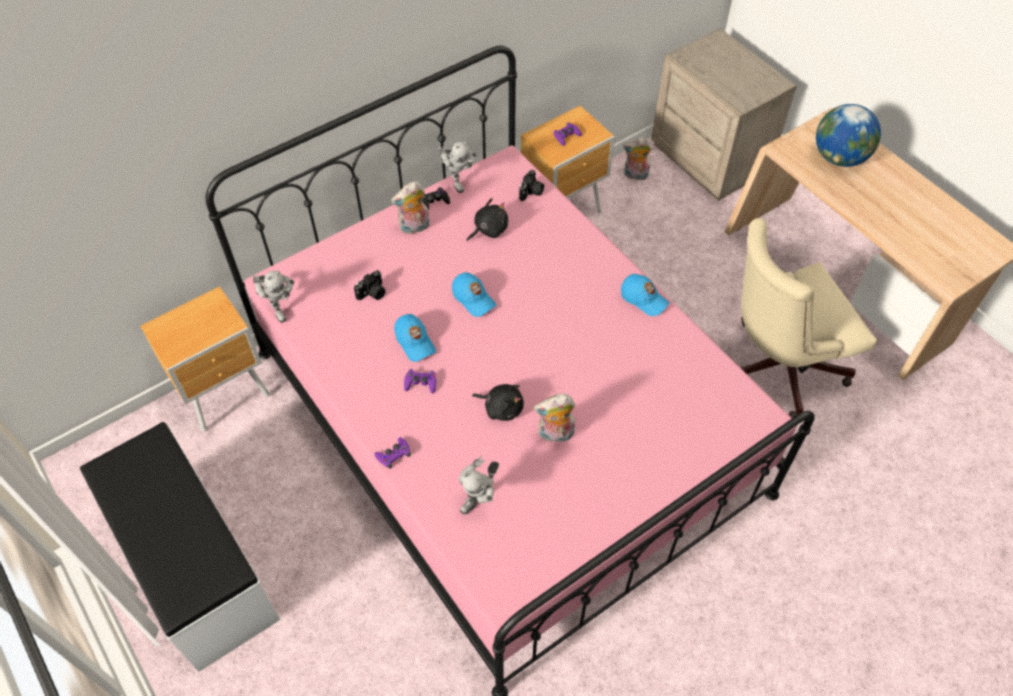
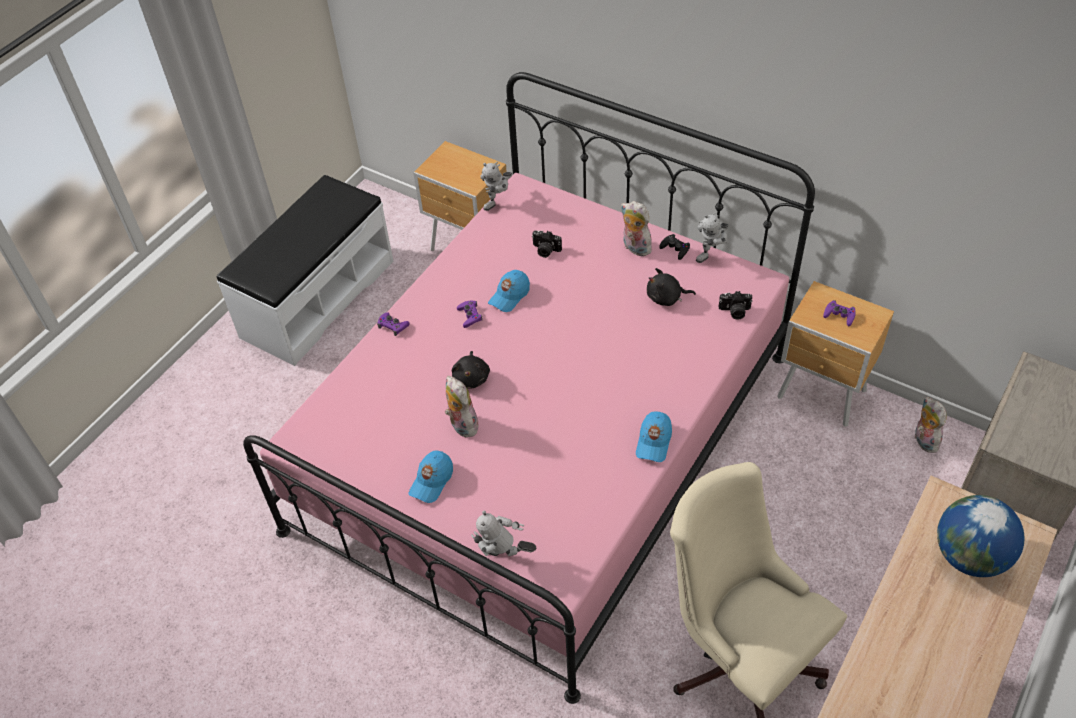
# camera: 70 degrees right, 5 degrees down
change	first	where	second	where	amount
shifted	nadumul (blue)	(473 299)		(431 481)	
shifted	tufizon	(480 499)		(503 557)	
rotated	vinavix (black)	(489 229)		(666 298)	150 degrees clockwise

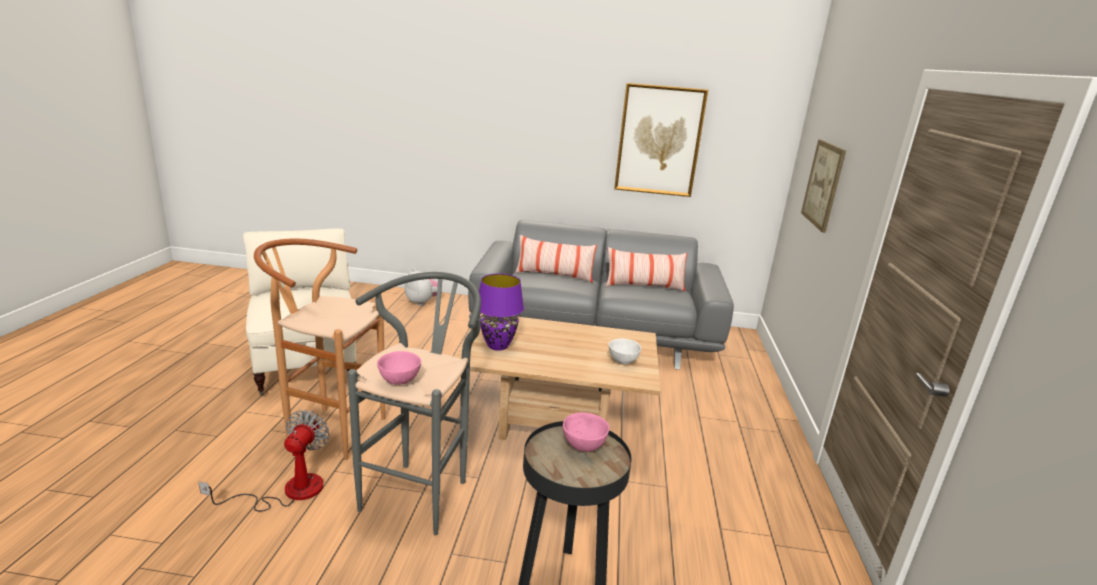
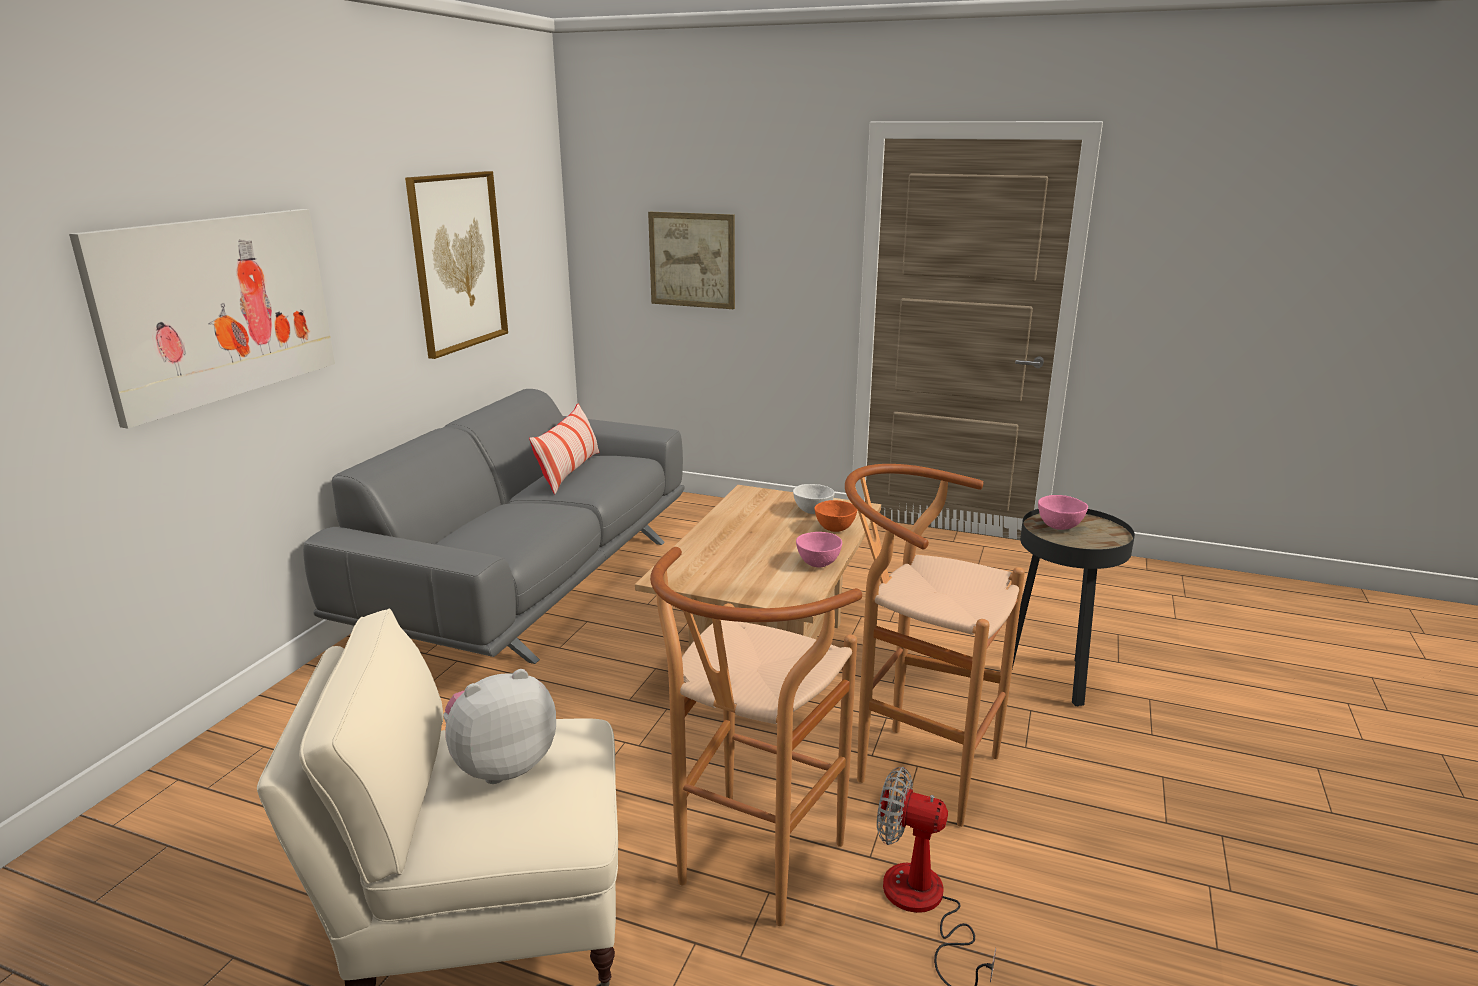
# camera: 75 degrees left, 0 degrees up
change	first	where	second	where	amount
repainted	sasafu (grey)	(421 490)	sasafu (brown)	(913 766)	
shifted	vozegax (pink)	(400 381)		(818 563)	
shifted	vinavix	(422 302)		(502 765)	
gone	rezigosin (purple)	(498 346)			
gone	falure	(554 275)			
new			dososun	(218 308)	
new			vozegax (orange)	(834 529)	

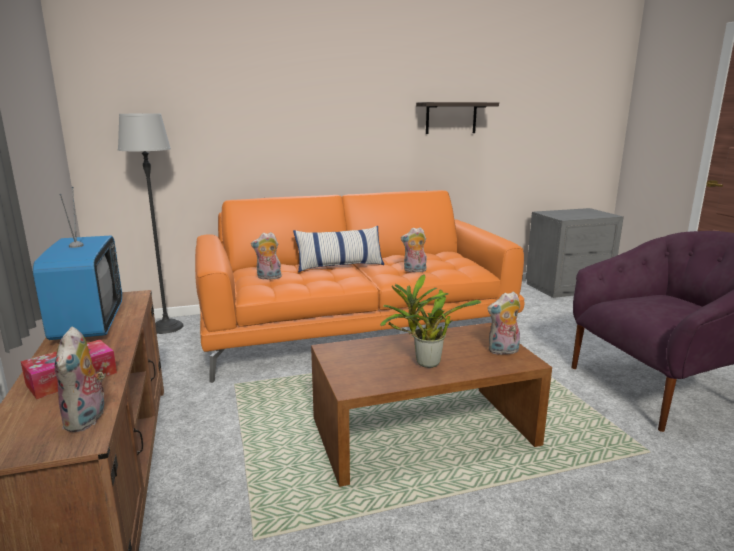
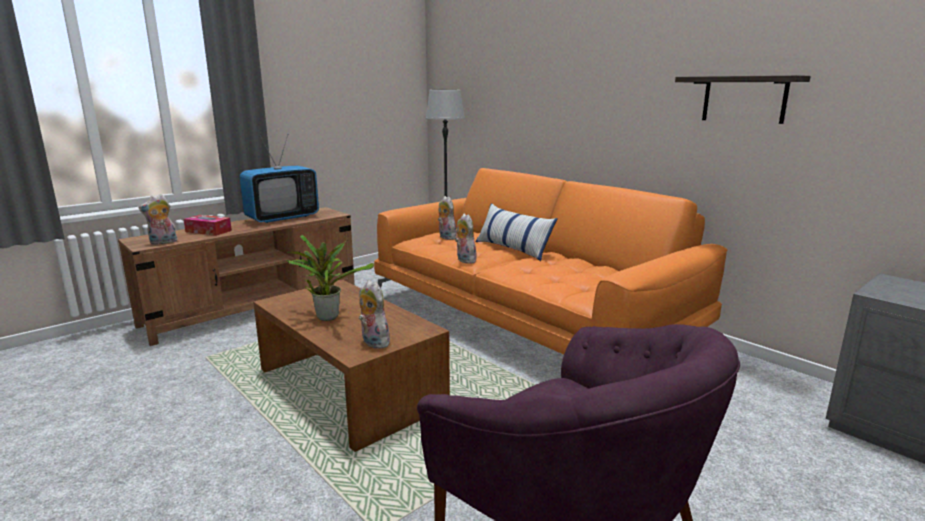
# camera: 65 degrees right, 0 degrees up
change	first	where	second	where	amount
shifted	vinavix	(414 271)		(464 260)	

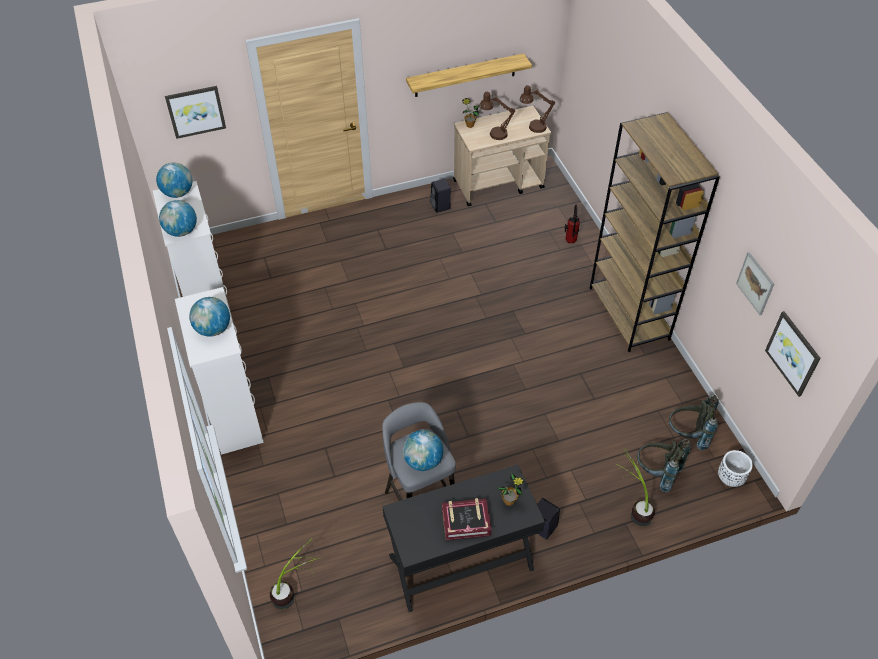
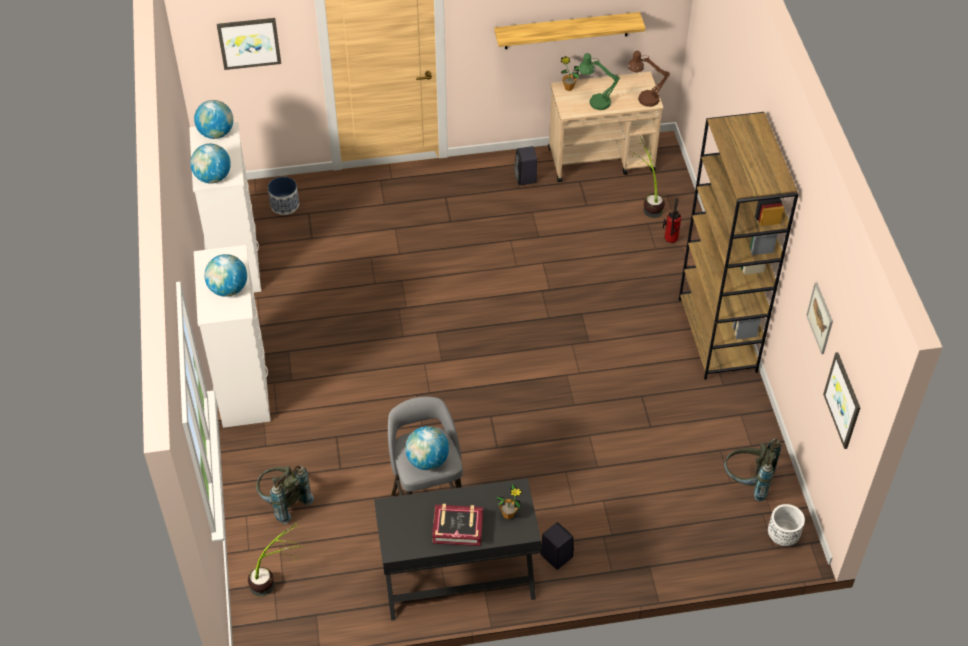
# camera: 10 degrees right, 0 degrees up
change	first	where	second	where	amount
repainted	rezigosin (brown)	(494 134)	rezigosin (green)	(595 102)	
shifted	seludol	(632 506)		(647 202)	
shifted	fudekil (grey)	(656 473)		(283 502)	
new			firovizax	(284 205)	

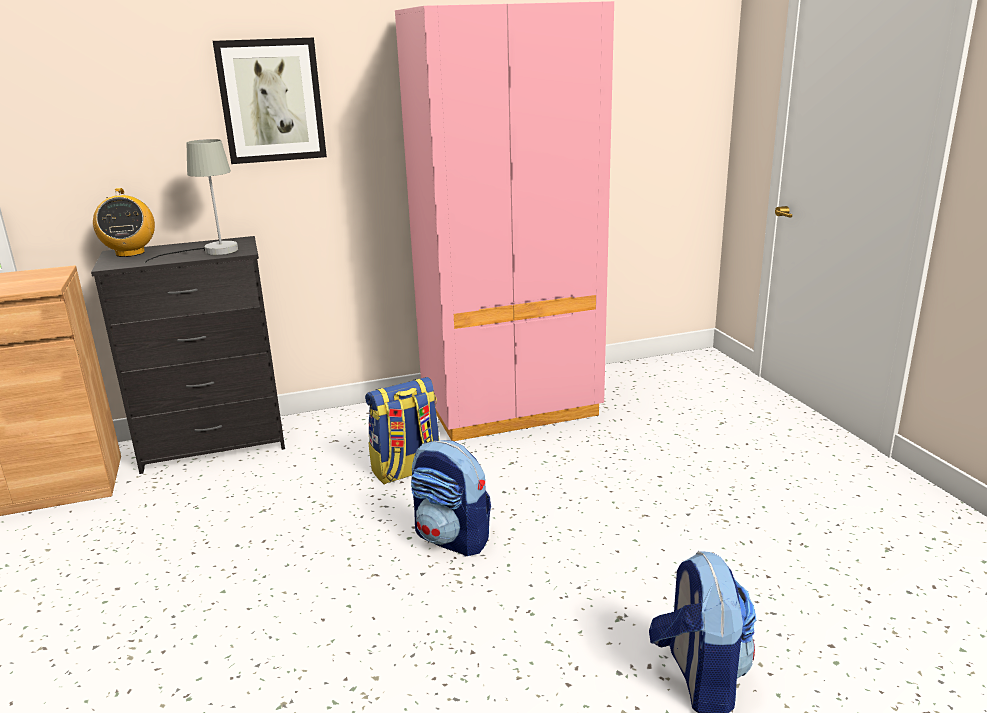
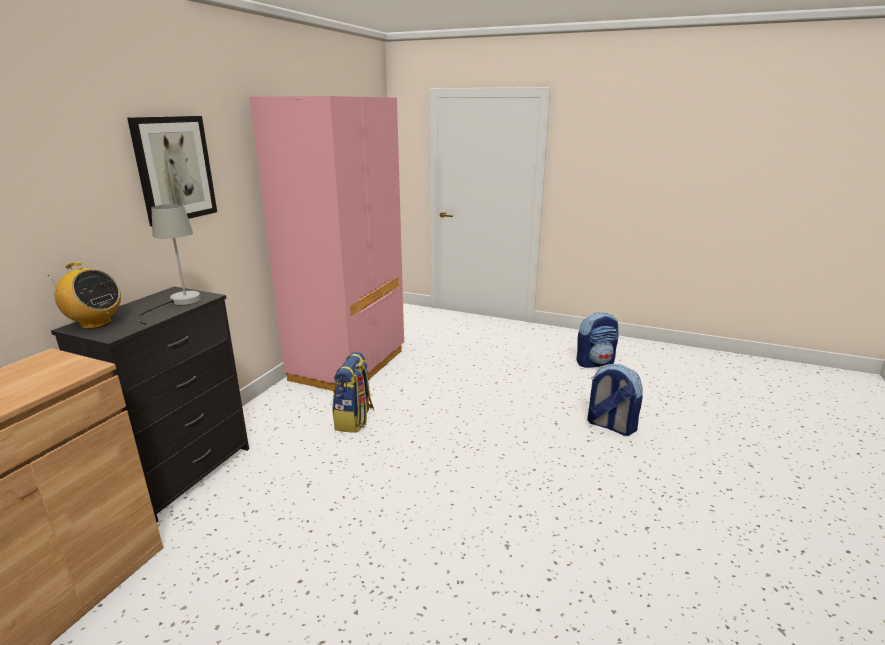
# camera: 50 degrees left, 0 degrees up
change	first	where	second	where	amount
shifted	fudekil	(452 539)		(595 362)	

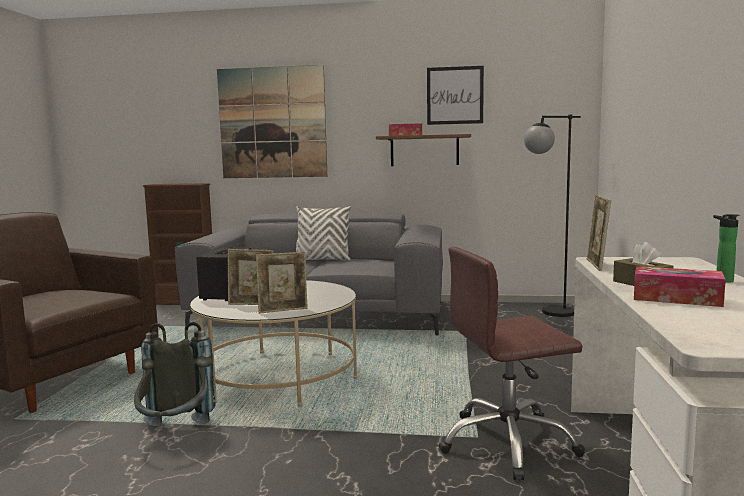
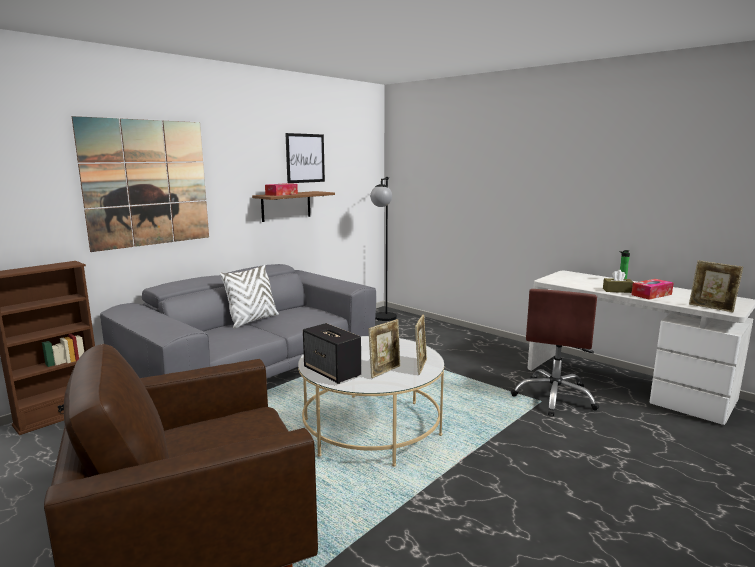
# camera: 55 degrees left, 5 degrees up
change	first	where	second	where	amount
gone	fudekil (grey)	(176 434)			
shifted	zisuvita	(596 265)		(711 308)	

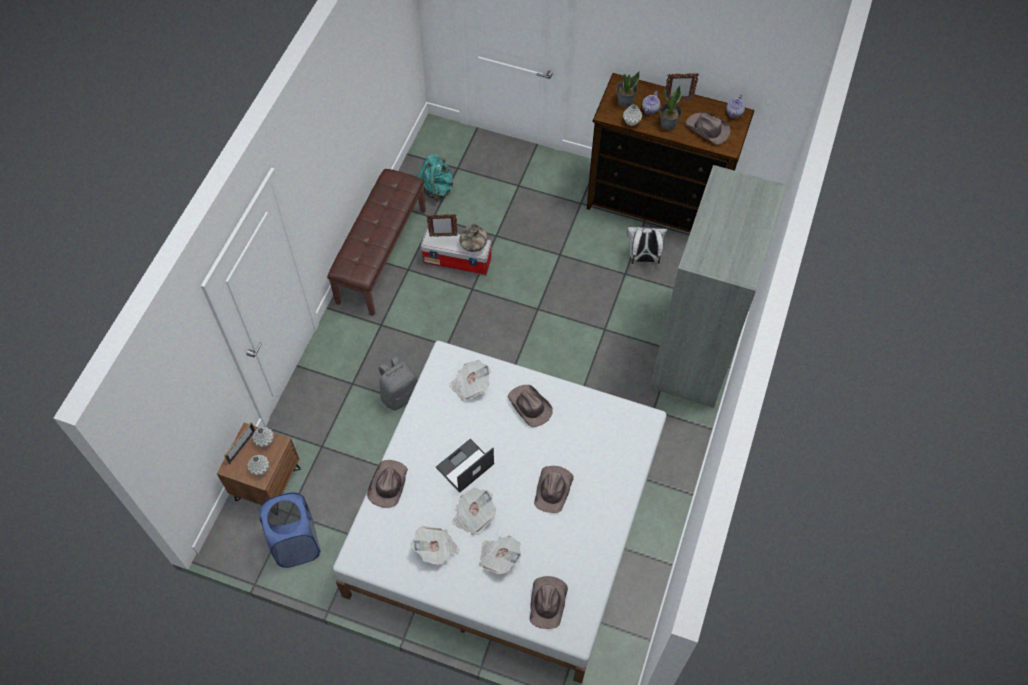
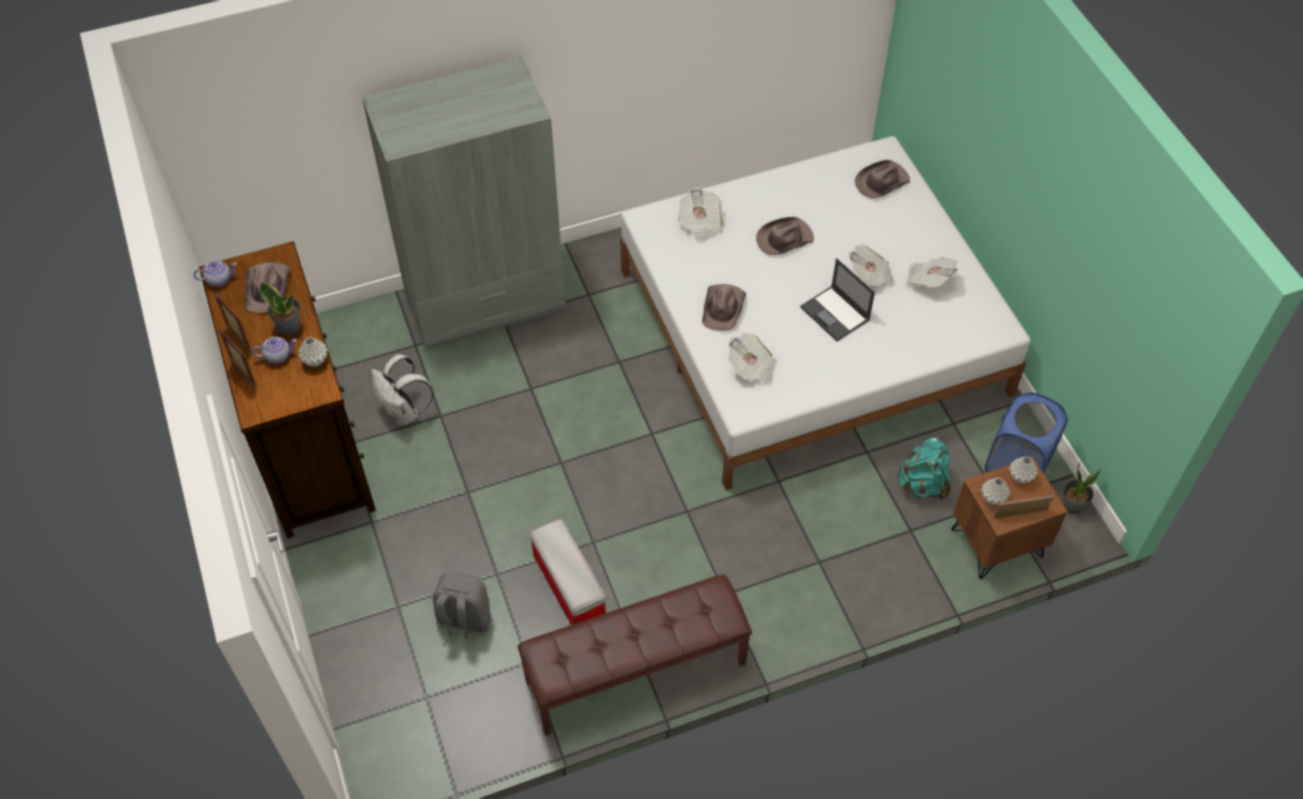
# camera: 130 degrees left, 5 degrees down
change	first	where	second	where	amount
gone	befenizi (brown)	(388 484)			
shifted	fudekil (grey)	(400 395)		(463 622)	
shifted	fudekil (turquoise)	(437 188)		(923 484)	
shifted	zisuvita	(443 236)		(244 376)	
rotated	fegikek	(464 466)		(835 314)	45 degrees clockwise
gone	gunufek	(474 246)			
shifted	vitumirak	(499 557)		(700 224)	
shifted	seludol	(625 101)		(1072 505)	

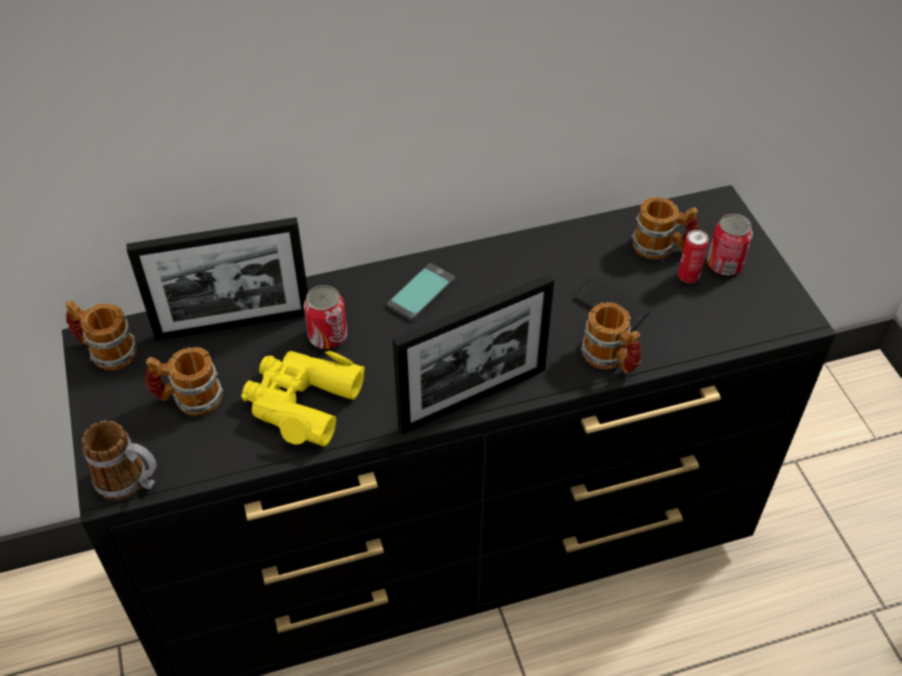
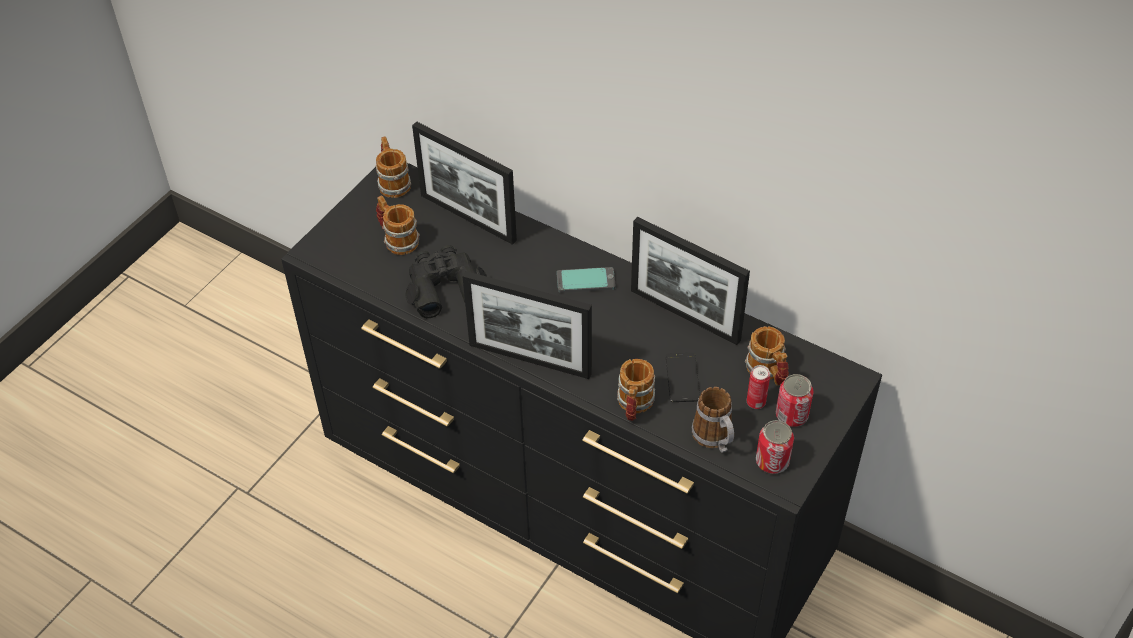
# camera: 50 degrees right, 0 degrees up
change	first	where	second	where	amount
shifted	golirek	(131 482)		(715 439)	
repainted	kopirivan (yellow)	(301 402)	kopirivan (black)	(444 286)	
shifted	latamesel	(328 336)		(772 461)	
new			zisuvita	(685 315)	

